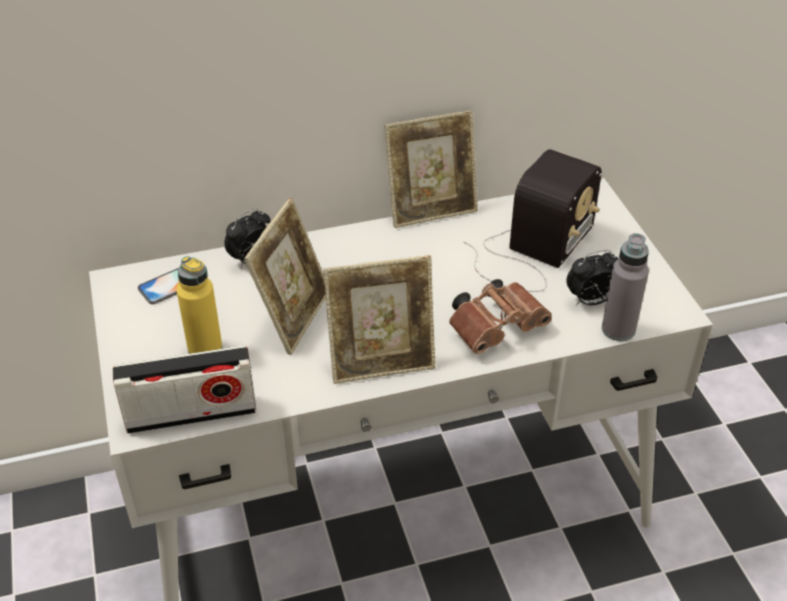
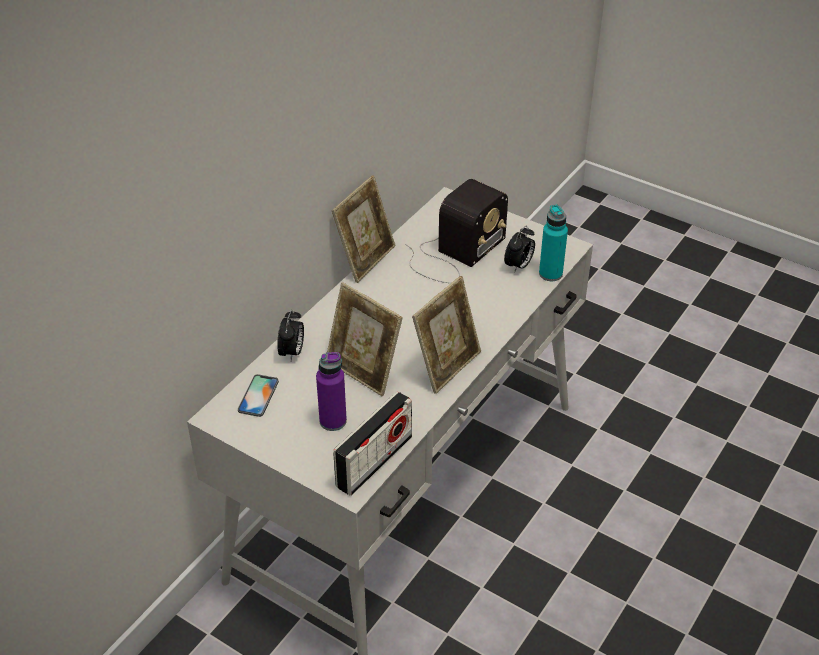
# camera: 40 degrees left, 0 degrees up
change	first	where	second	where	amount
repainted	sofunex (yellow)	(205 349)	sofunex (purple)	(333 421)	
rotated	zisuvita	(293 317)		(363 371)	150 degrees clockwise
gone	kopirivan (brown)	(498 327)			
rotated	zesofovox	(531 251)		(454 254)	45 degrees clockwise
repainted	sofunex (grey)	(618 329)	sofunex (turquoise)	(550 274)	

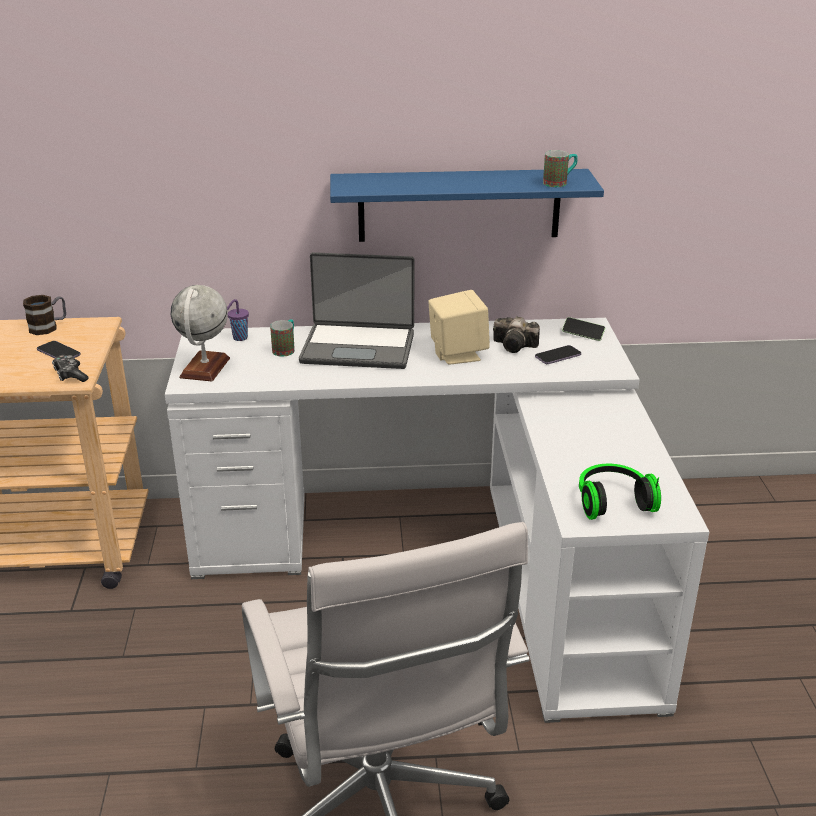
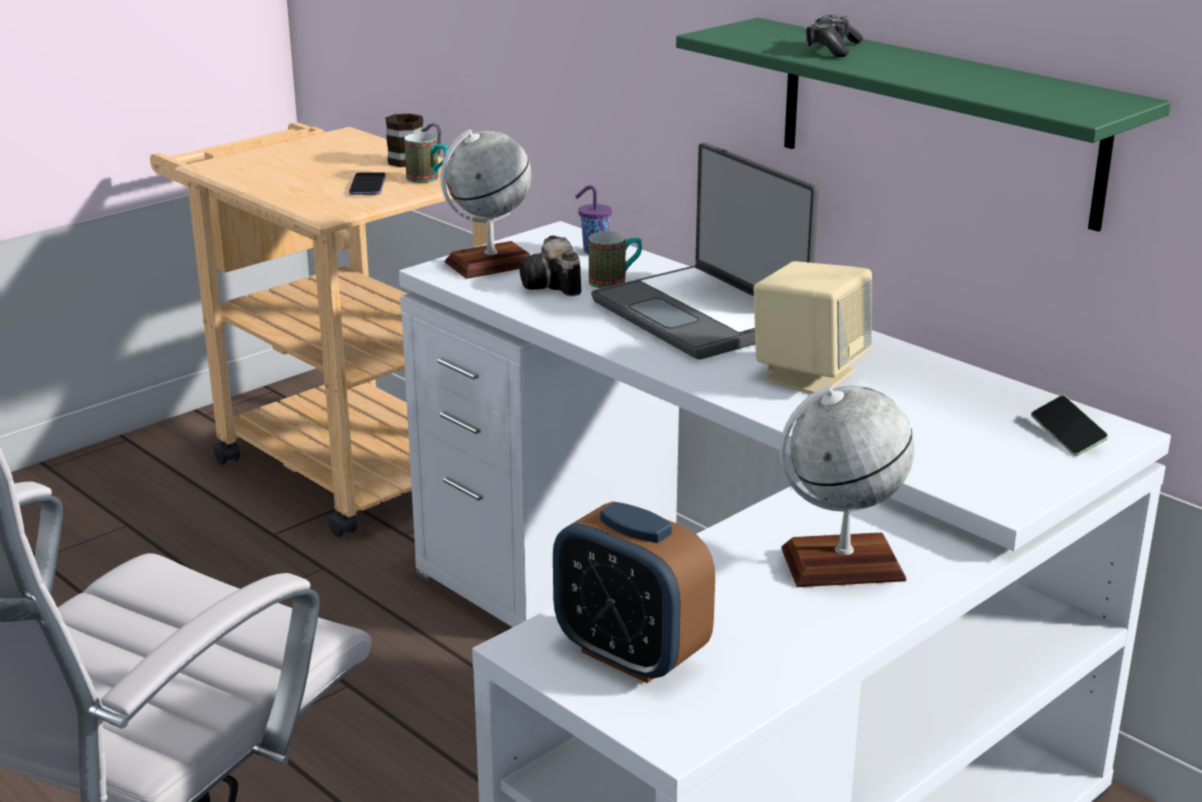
# camera: 50 degrees right, 5 degrees down
change	first	where	second	where	amount
shifted	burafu	(70 375)		(832 48)	
repainted	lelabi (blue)	(459 205)	lelabi (green)	(937 121)	
shifted	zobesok	(516 346)		(553 286)	
gone	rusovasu	(558 356)			
shifted	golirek	(559 183)		(429 179)	
swapped	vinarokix	(612 502)	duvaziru	(631 655)	
new			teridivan	(842 564)	

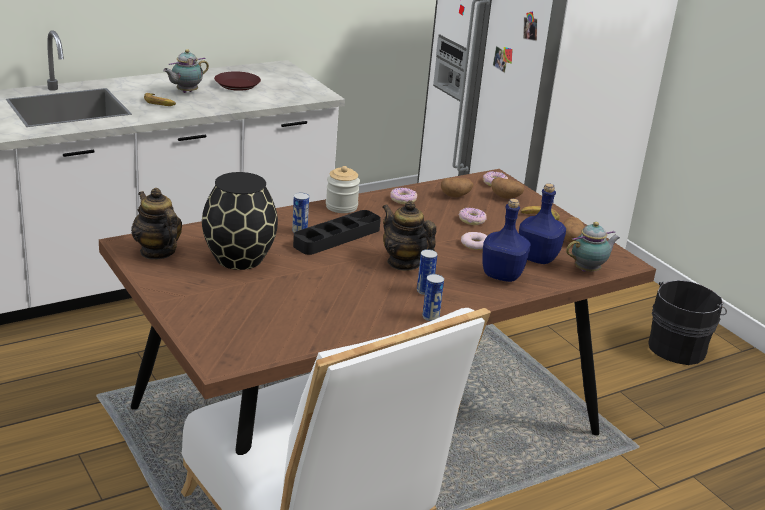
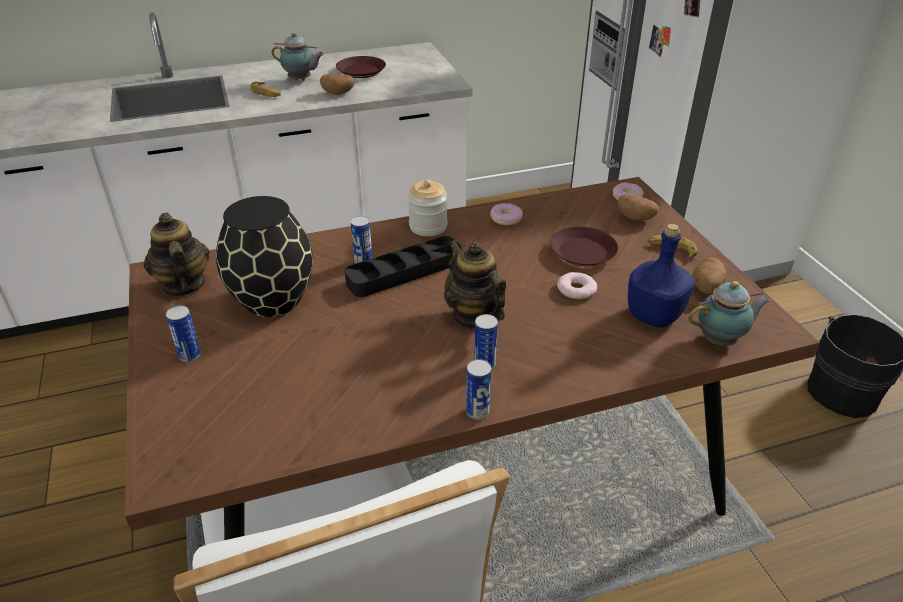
# camera: 15 degrees right, 10 degrees up
change	first	where	second	where	amount
rotated	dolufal	(185 92)		(301 80)	135 degrees counterclockwise
shifted	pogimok	(455 195)		(338 93)	
swapped	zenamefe	(472 220)	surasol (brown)	(582 252)	
gone	sofunex (blue)	(502 275)			
new			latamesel	(190 355)	

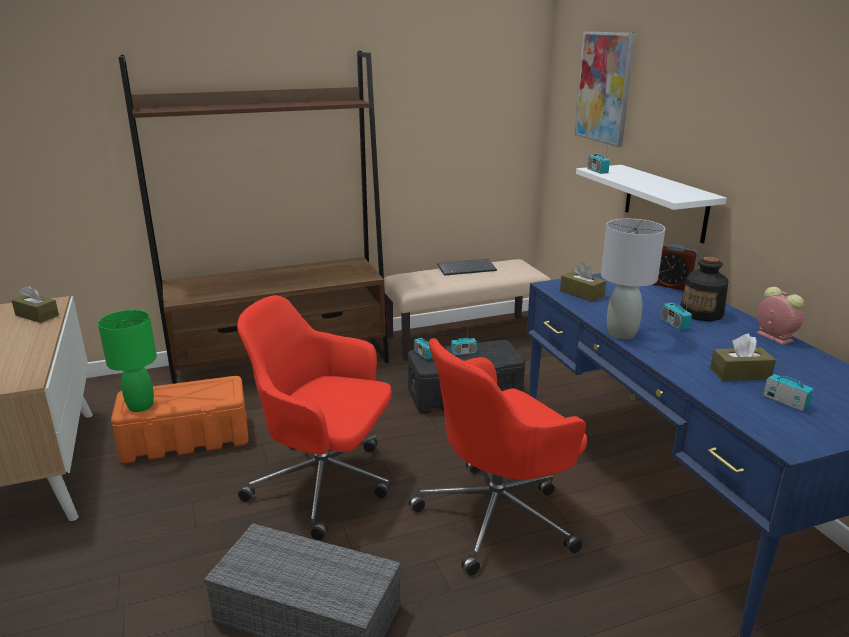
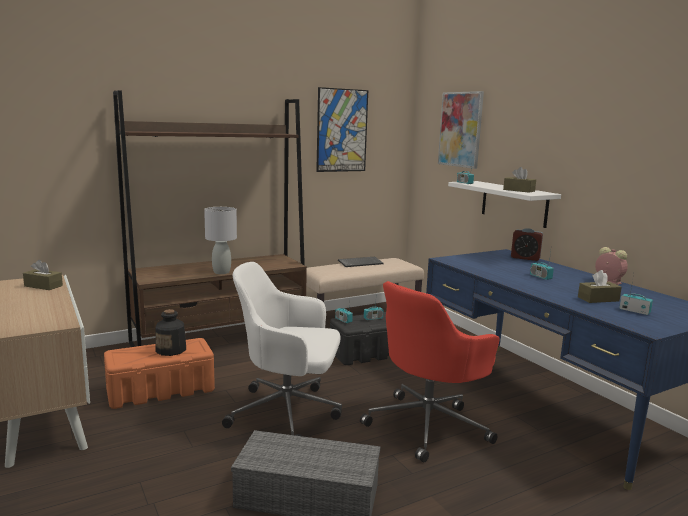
# camera: 10 degrees left, 10 degrees down
change	first	where	second	where	amount
gone	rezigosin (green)	(140 406)			
repainted	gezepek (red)	(325 484)	gezepek (white)	(288 413)	
shifted	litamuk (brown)	(581 294)		(519 190)	
shifted	rezigosin (grey)	(621 333)		(221 272)	
shifted	sofunex	(701 313)		(171 350)	
new			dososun	(342 130)	

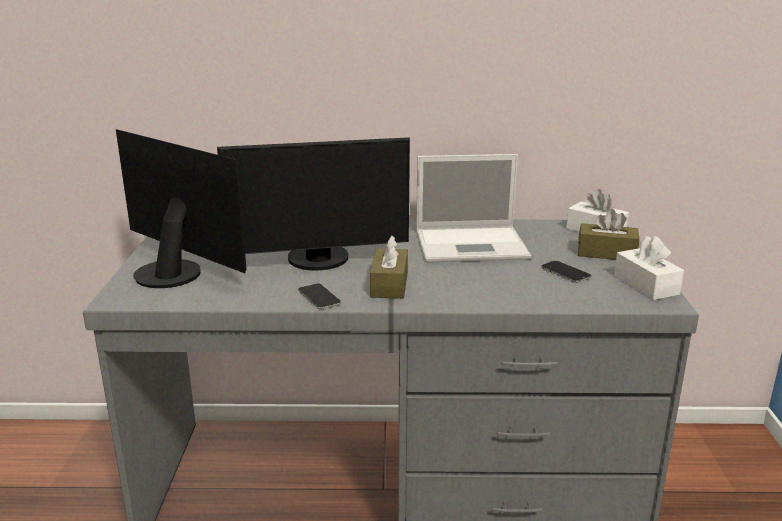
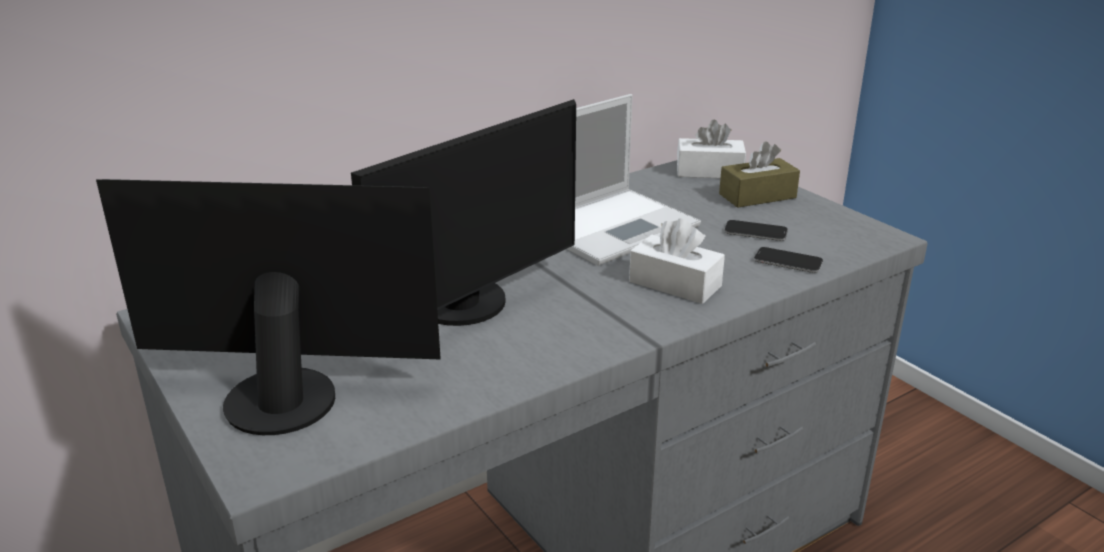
# camera: 35 degrees left, 5 degrees up
change	first	where	second	where	amount
shifted	rusovasu	(319 297)		(788 261)	
gone	litamuk (brown)	(389 285)			
shifted	litamuk (white)	(646 285)		(675 284)	

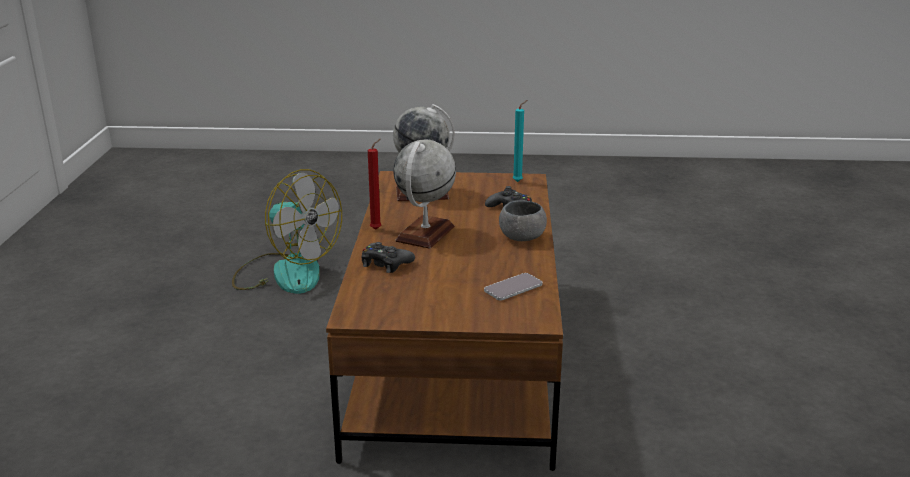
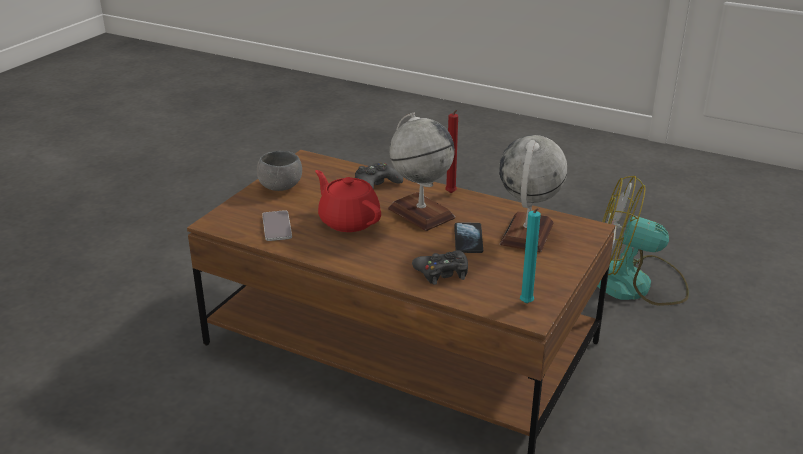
# camera: 115 degrees right, 5 degrees up
change	first	where	second	where	amount
rotated	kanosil	(286 272)		(634 283)	45 degrees clockwise
shifted	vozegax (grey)	(522 237)		(281 186)	
new			dolufal (red)	(348 221)	
new			rusovasu	(468 239)	

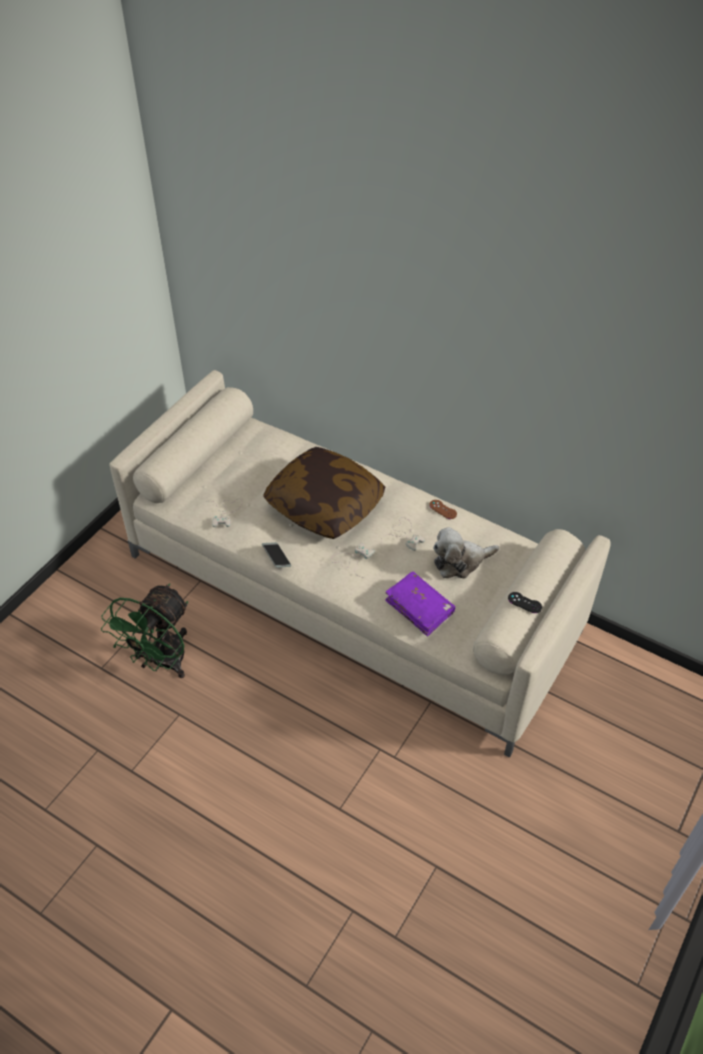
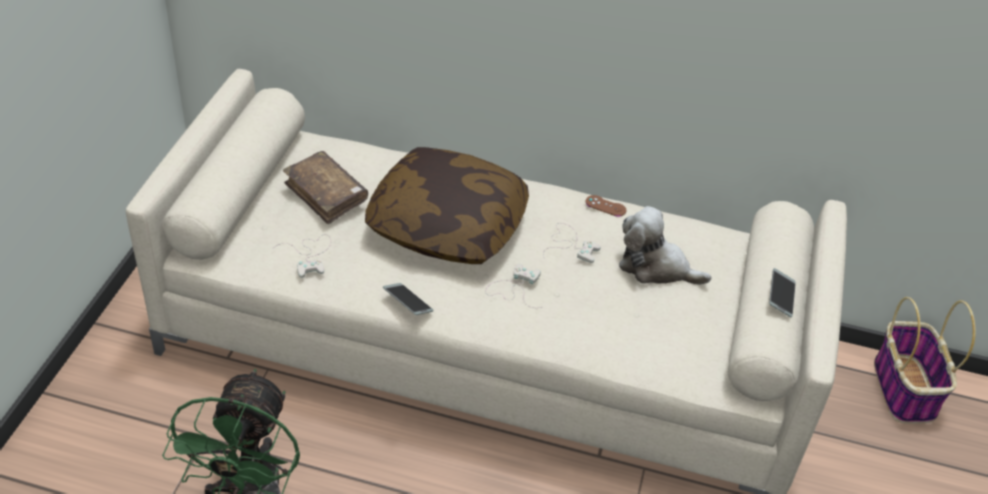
# camera: 20 degrees left, 5 degrees down
change	first	where	second	where	amount
gone	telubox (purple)	(419 608)			
rotated	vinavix	(460 562)		(655 267)	60 degrees clockwise
swapped	burafu (black)	(524 602)	rusovasu	(781 296)	
new			telubox (brown)	(326 194)	
new			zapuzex	(905 390)	

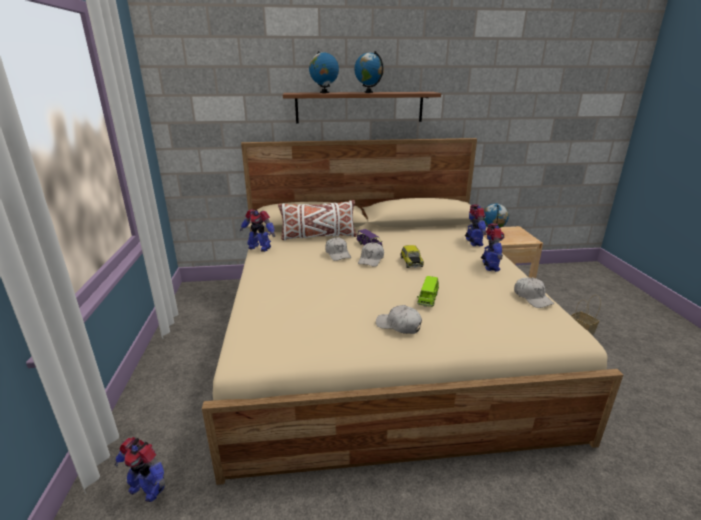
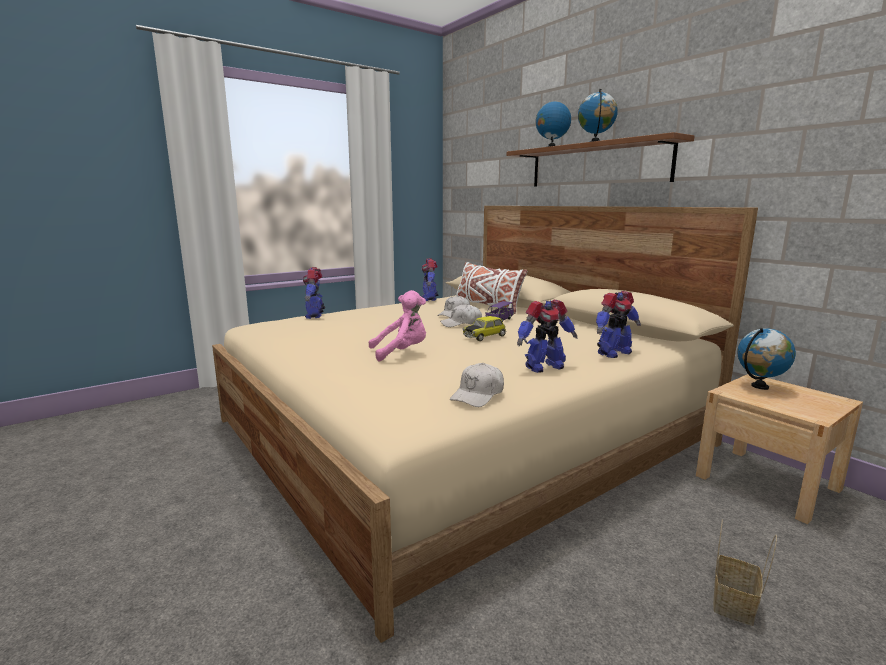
# camera: 60 degrees right, 10 degrees down
change	first	where	second	where	amount
shifted	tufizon	(147 488)		(315 315)	
gone	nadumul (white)	(399 325)			
swapped	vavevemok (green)	(428 299)	vinavix (pink)	(401 353)	

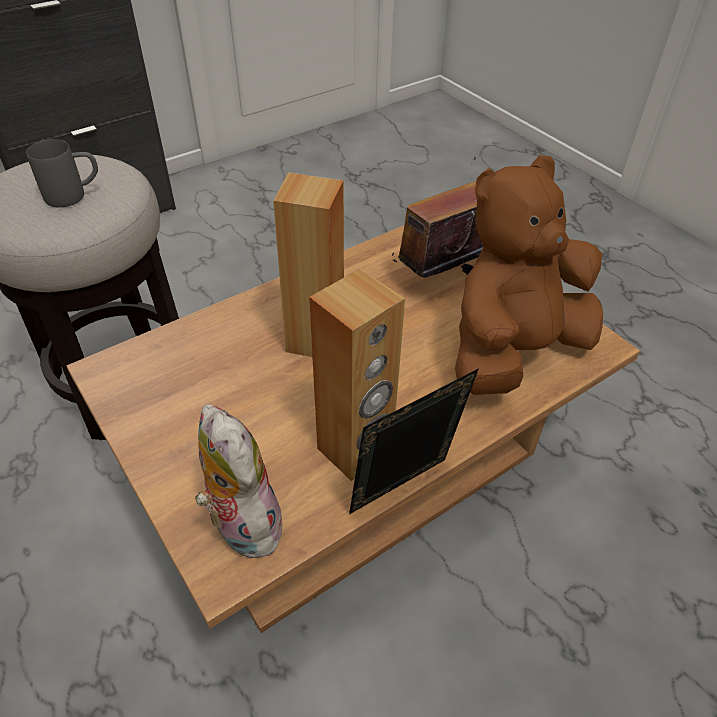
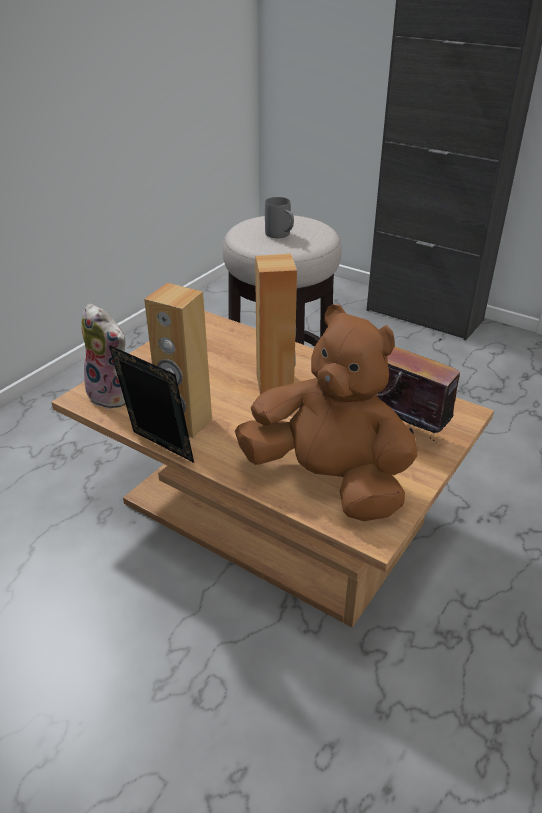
# camera: 70 degrees right, 10 degrees down
change	first	where	second	where	amount
rotated	vinavix	(242 523)		(113 395)	90 degrees clockwise

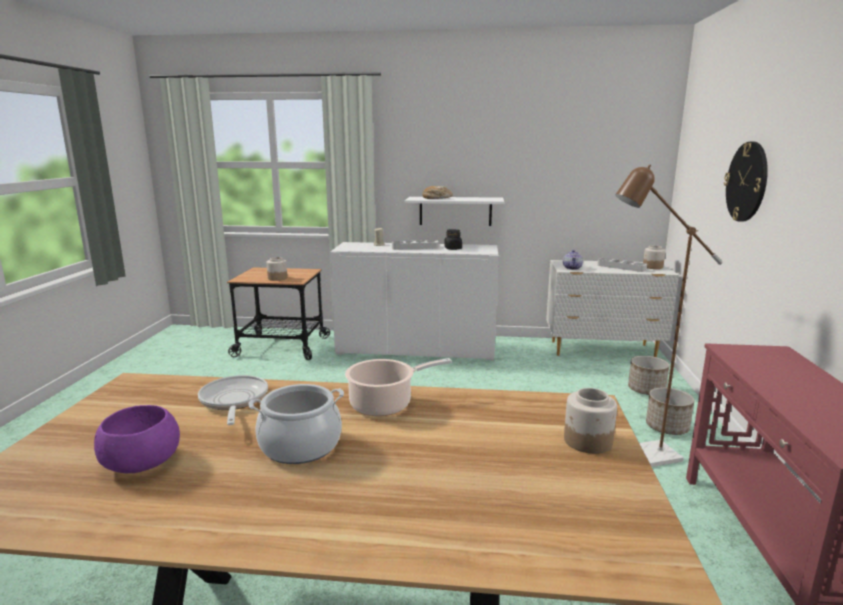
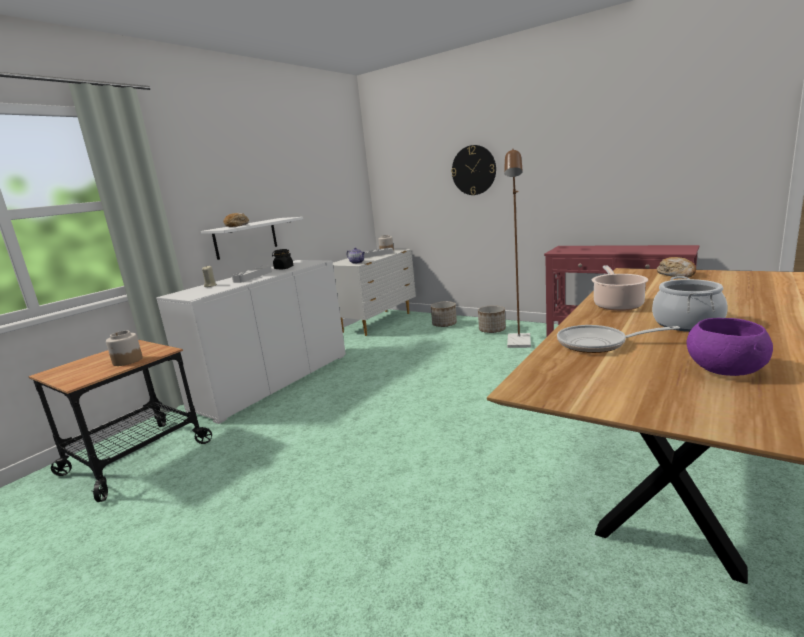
# camera: 60 degrees left, 0 degrees up
change	first	where	second	where	amount
swapped	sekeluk	(587 441)	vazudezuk	(676 274)	

